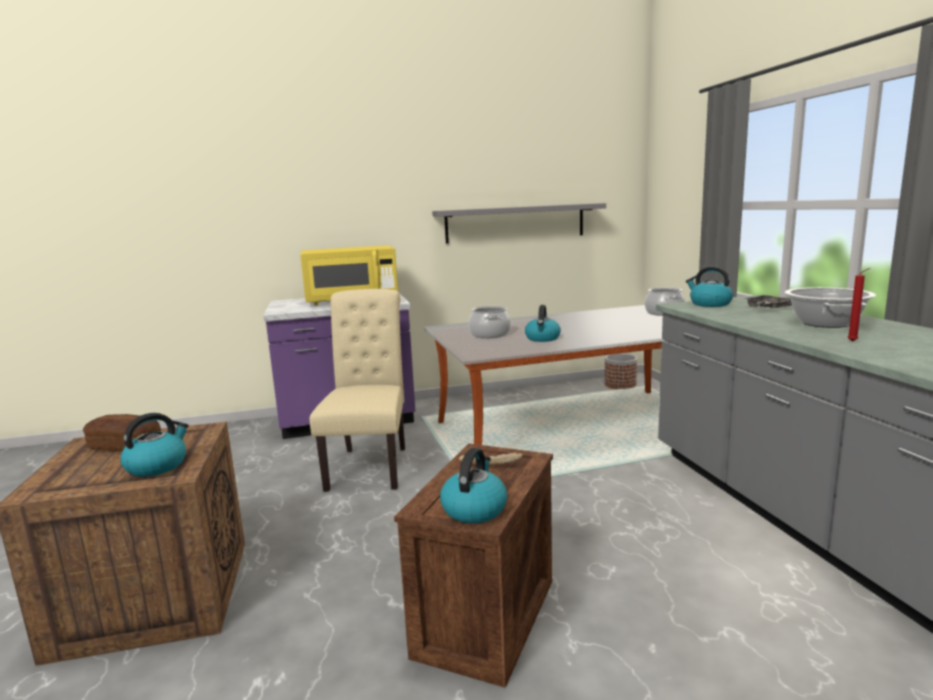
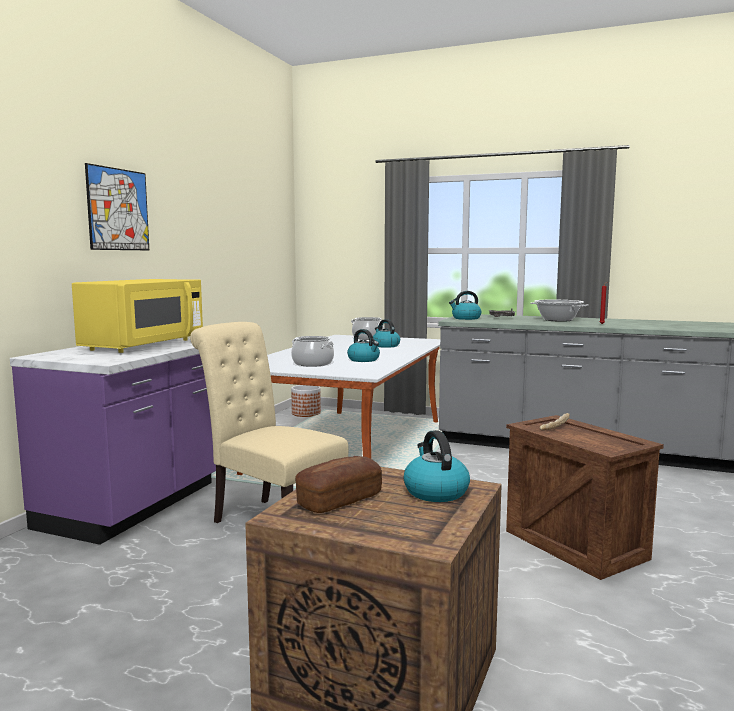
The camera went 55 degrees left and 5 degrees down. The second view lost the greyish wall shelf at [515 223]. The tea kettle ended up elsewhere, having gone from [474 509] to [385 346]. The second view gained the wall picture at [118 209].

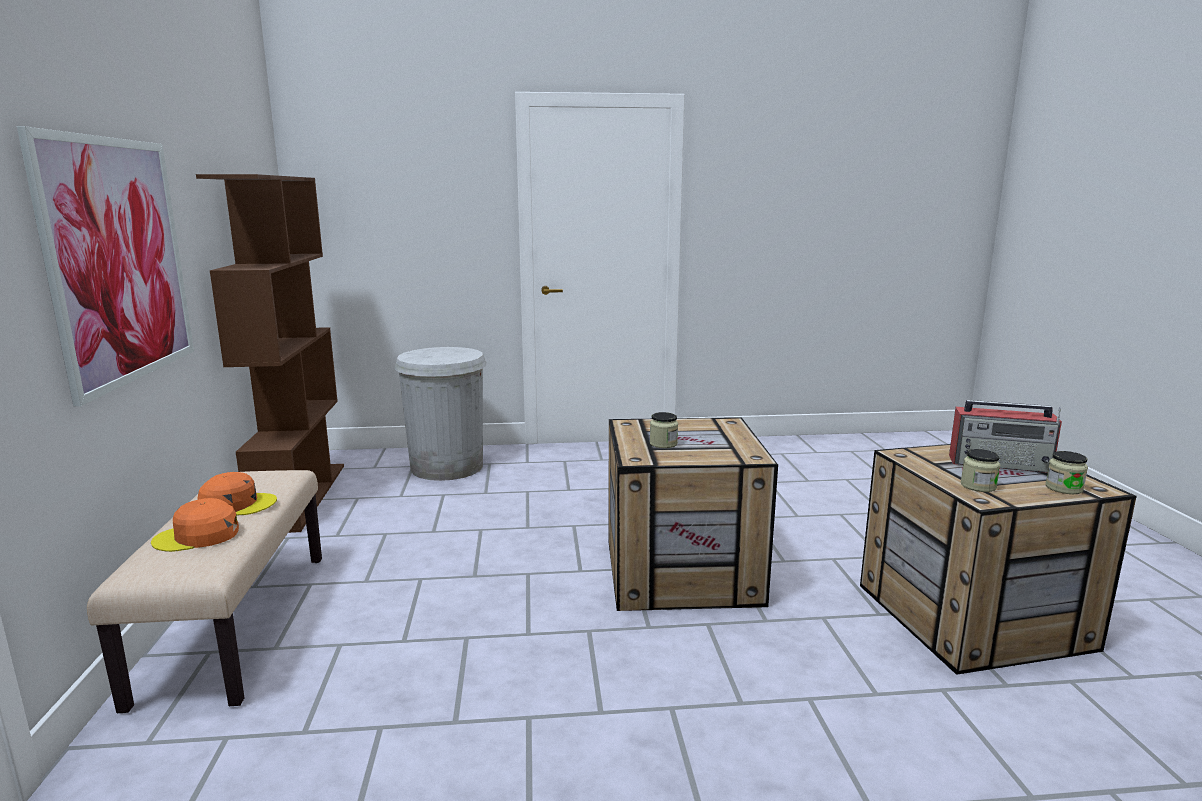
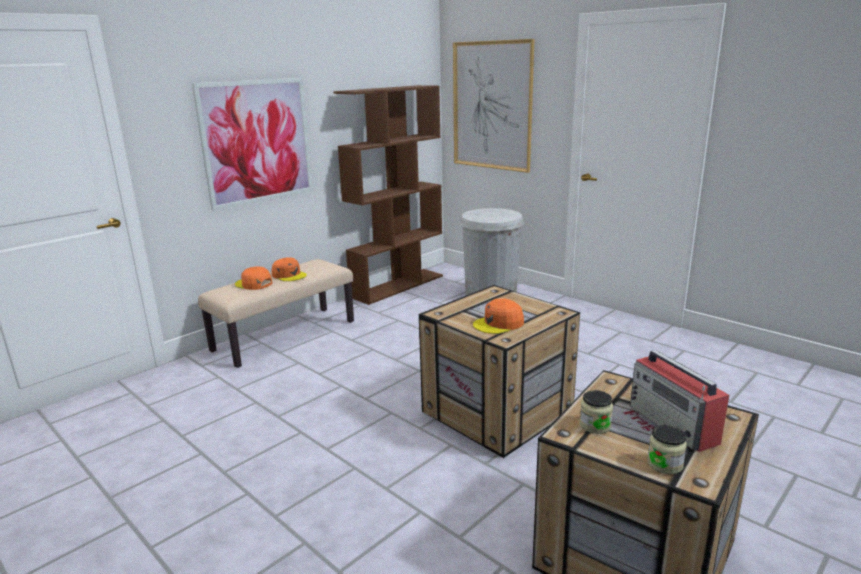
The camera went 50 degrees right and 5 degrees up. The second view lost the storage jar at [663 444]. The second view gained the wall picture at [492 106]. The second view gained the orange-coloured cap at [499 324].

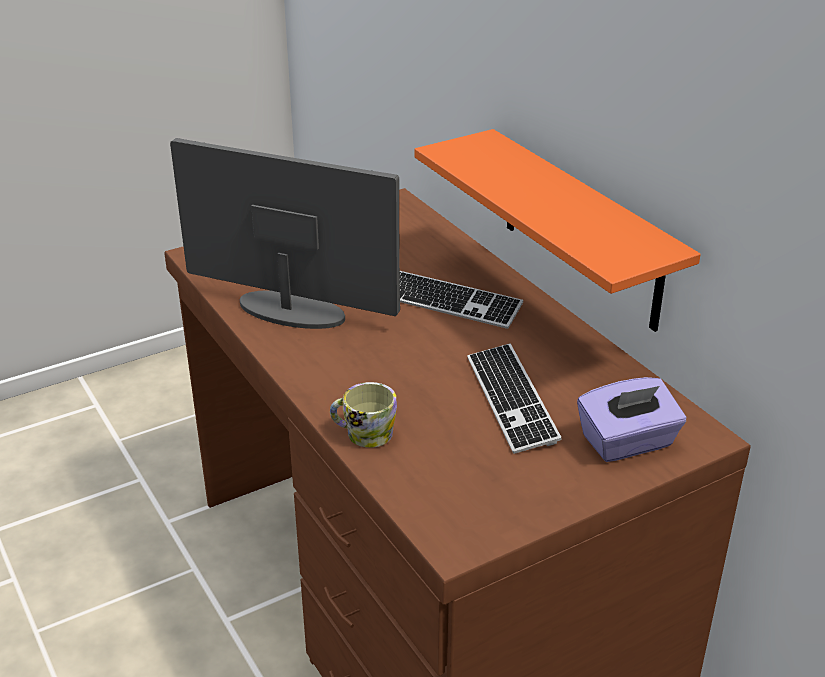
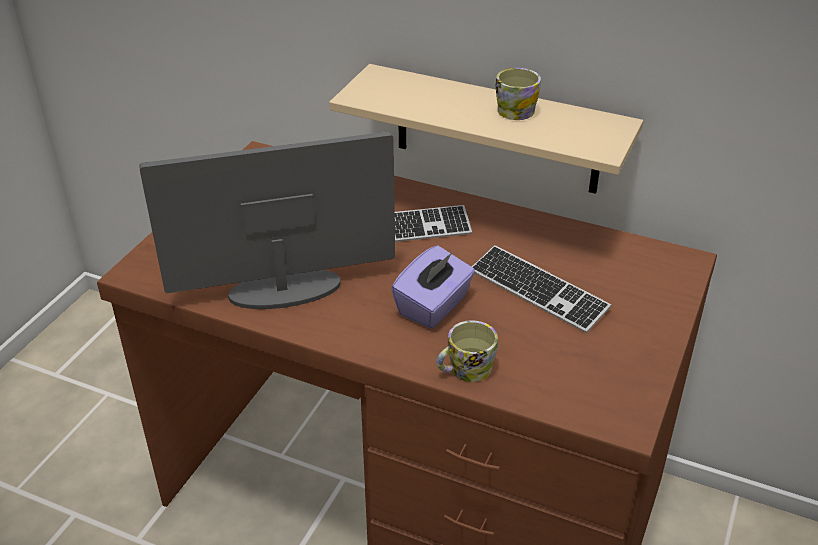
The camera went 35 degrees left and 5 degrees up. What was the orange-coloured wall shelf at [582 230] turned into the beige-coloured wall shelf at [497 130]. The purple-coloured tissue box ended up elsewhere, having gone from [627 443] to [434 306]. The second view gained the coffee mug at [512 109].

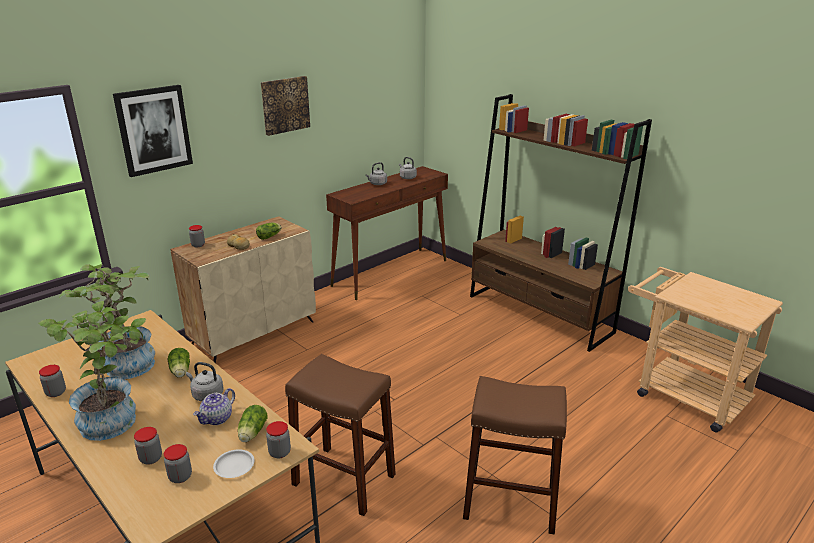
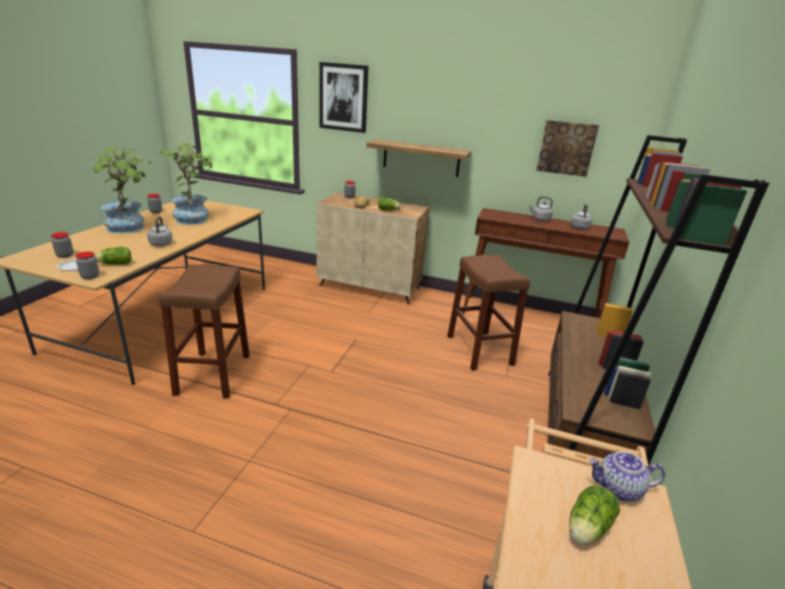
The camera went 60 degrees right and 0 degrees up. The wall picture ended up elsewhere, having gone from [285 105] to [566 148]. The lettuce head ended up elsewhere, having gone from [180 372] to [586 528]. The brownish sitting stool ended up elsewhere, having gone from [510 502] to [479 350]. The pot for tea ended up elsewhere, having gone from [217 419] to [618 489]. The second view lost the storage jar at [151 458]. The second view gained the wall shelf at [421 158].

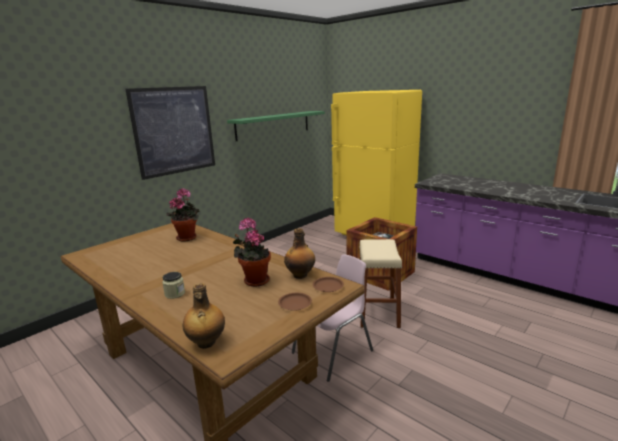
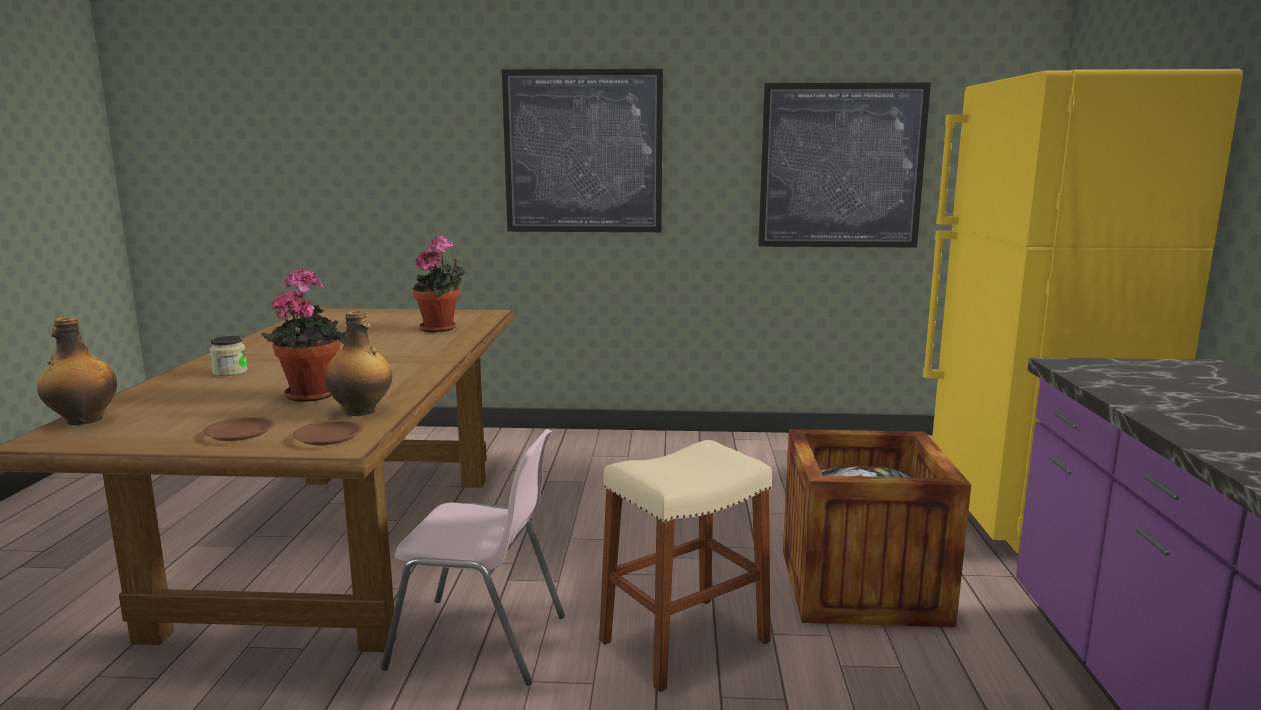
The camera went 50 degrees right and 5 degrees down. Where the greenish wall shelf hung at [273 125], the wall picture came to hang at [841 166].

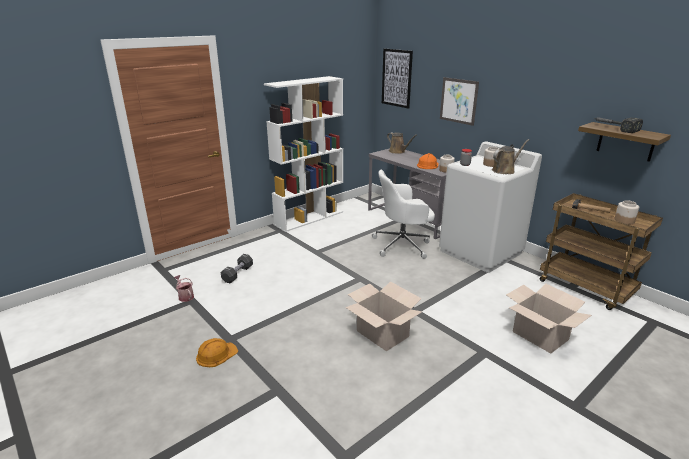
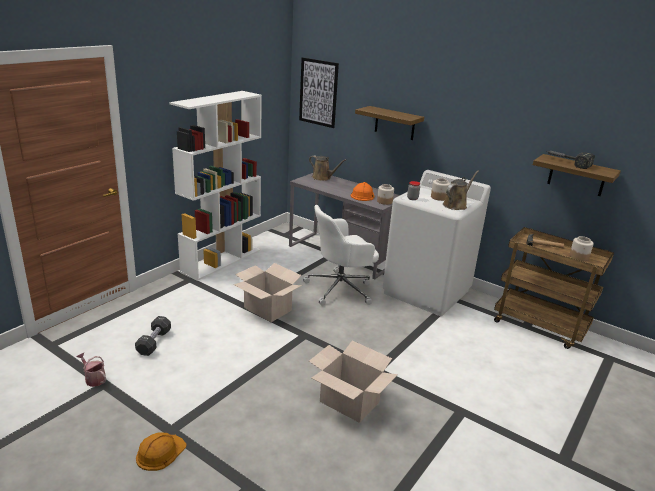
The camera went 15 degrees left and 0 degrees up. Where the wall picture hung at [458 101], the wall shelf came to hang at [394 123]. The packing box ended up elsewhere, having gone from [540 335] to [268 309].

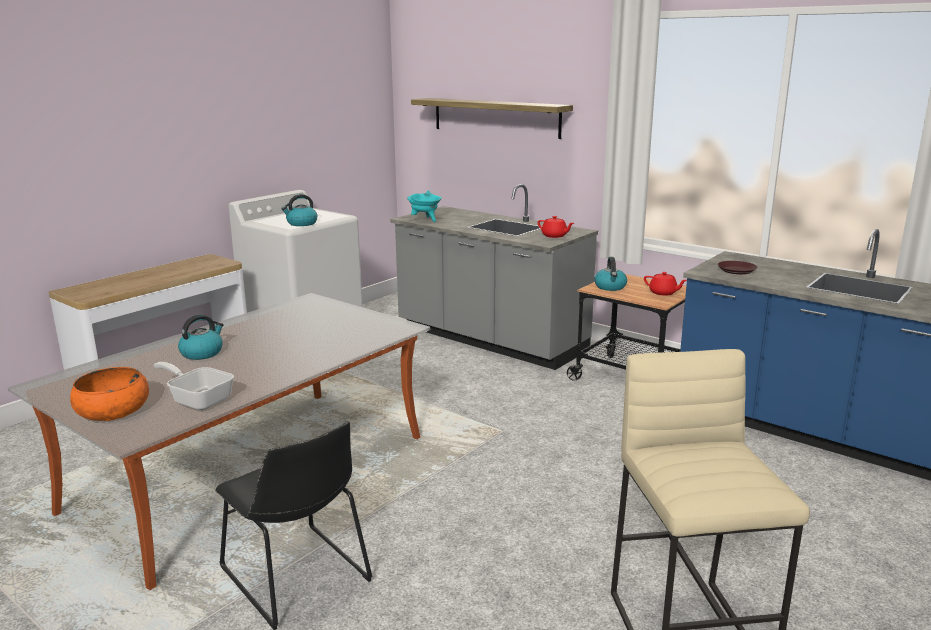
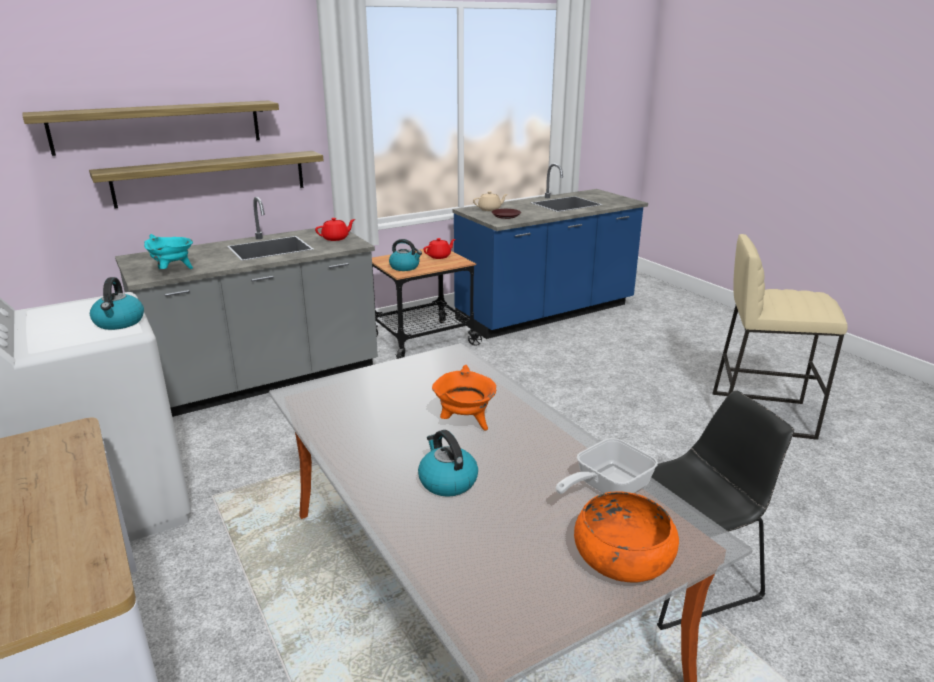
The camera went 70 degrees left and 5 degrees up. The second view gained the wall shelf at [211 178]. The second view gained the beige-coloured pot for tea at [490 209]. The second view gained the orange-coloured cooking pot at [465 423].

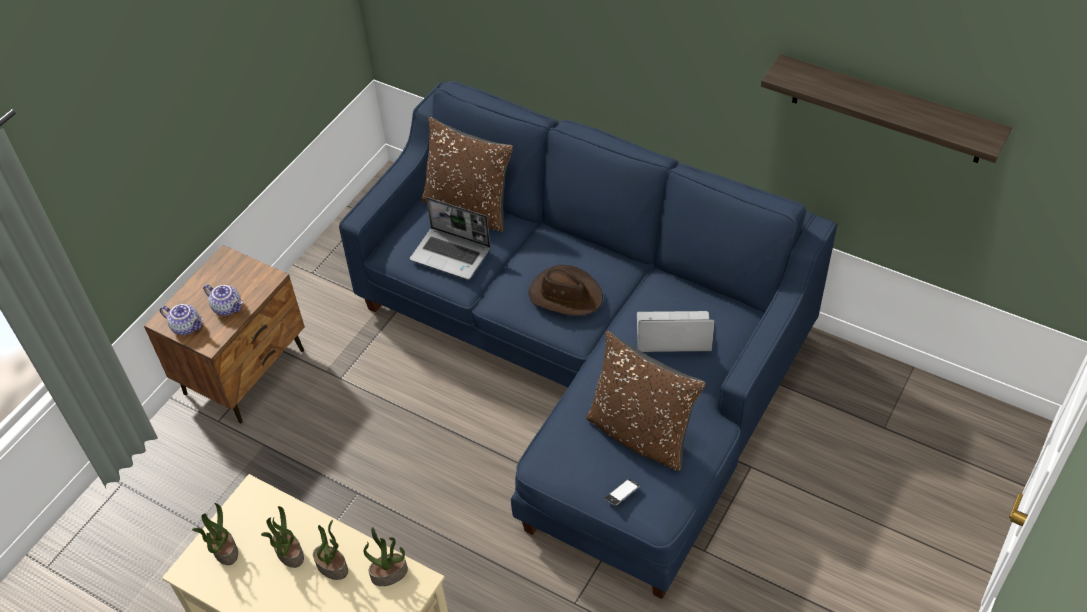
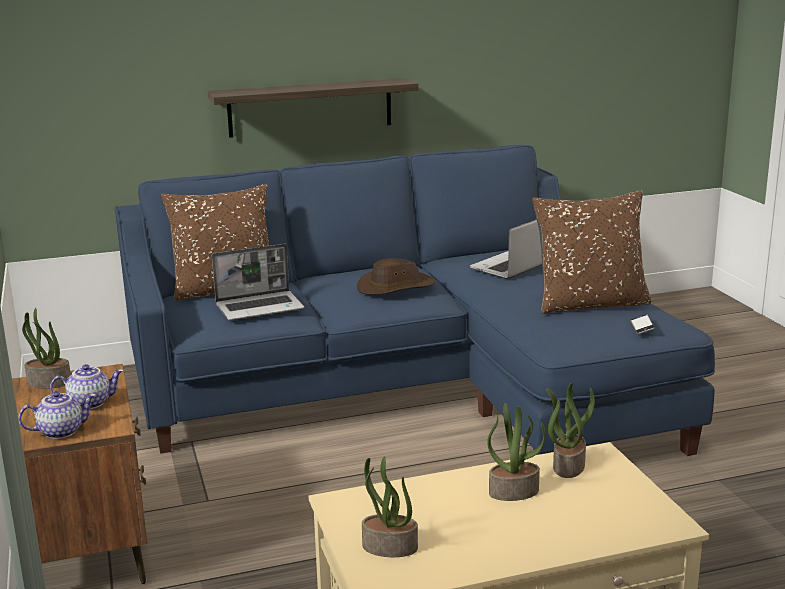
The camera went 50 degrees left and 30 degrees down. The wall shelf ended up elsewhere, having gone from [887 110] to [310 107]. The plant in a pot ended up elsewhere, having gone from [289 553] to [48 383].

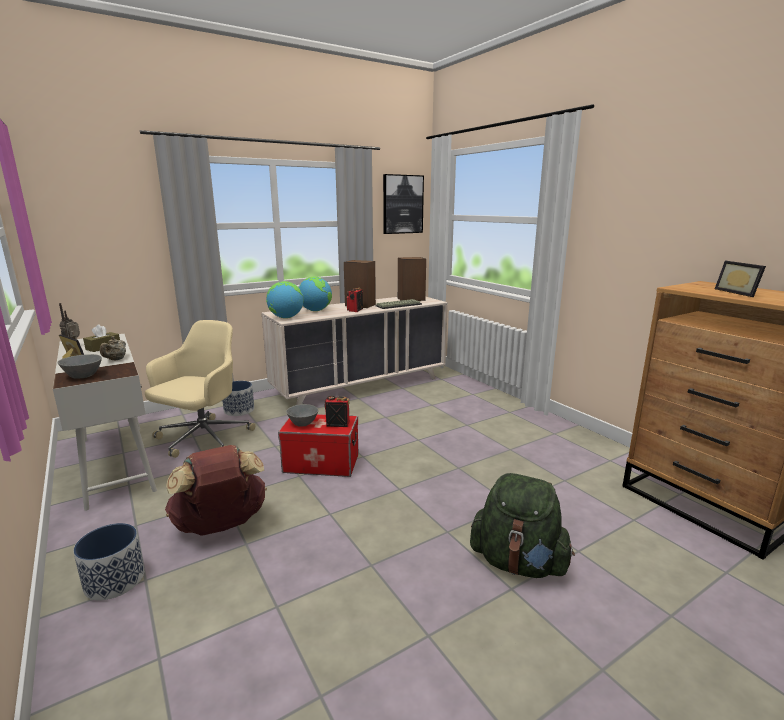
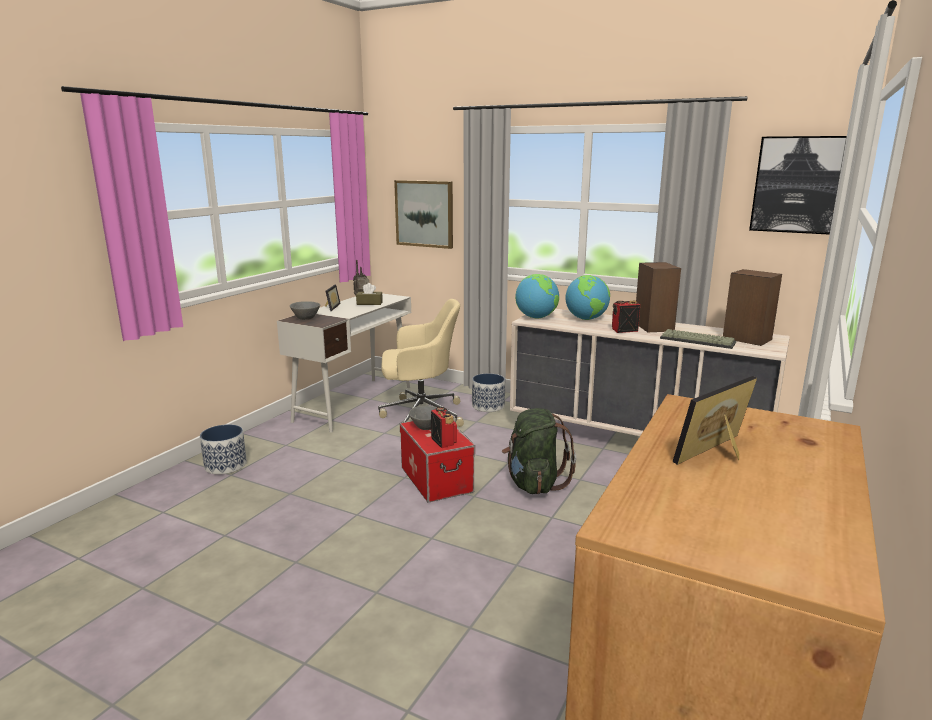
The camera went 60 degrees right and 0 degrees up. The second view lost the beige-coloured pot for tea at [116 360]. The second view lost the brownish backpack at [221 526]. The greenish backpack ended up elsewhere, having gone from [518 563] to [534 484]. The second view gained the wall picture at [424 213].

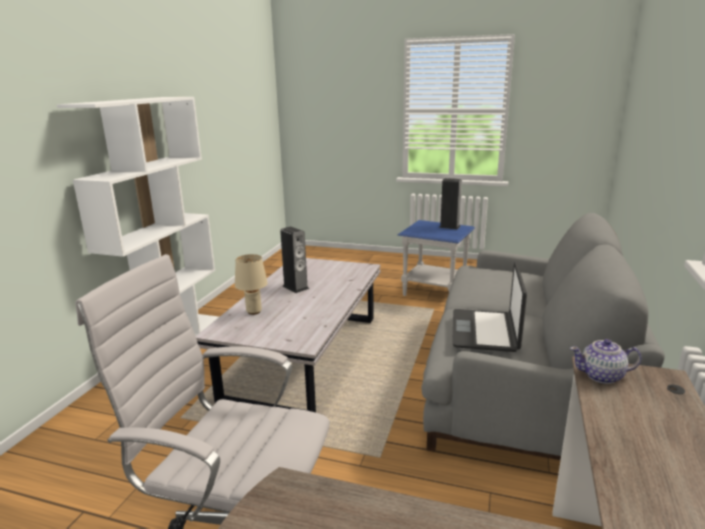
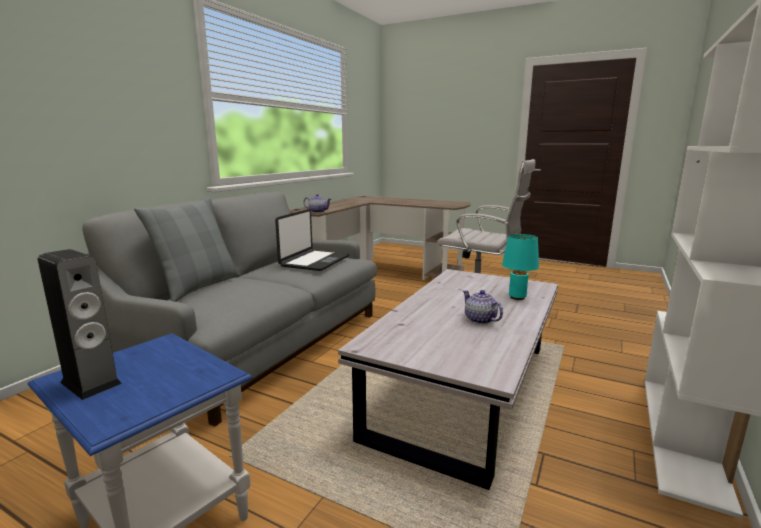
The camera went 170 degrees left and 5 degrees down. Where the speaker stood at [295 287], the pot for tea came to stand at [480 320]. What was the beige-coloured tabletop lamp at [254 311] turned into the turquoise tabletop lamp at [516 297]. The second view gained the greyish cushion at [198 287].

